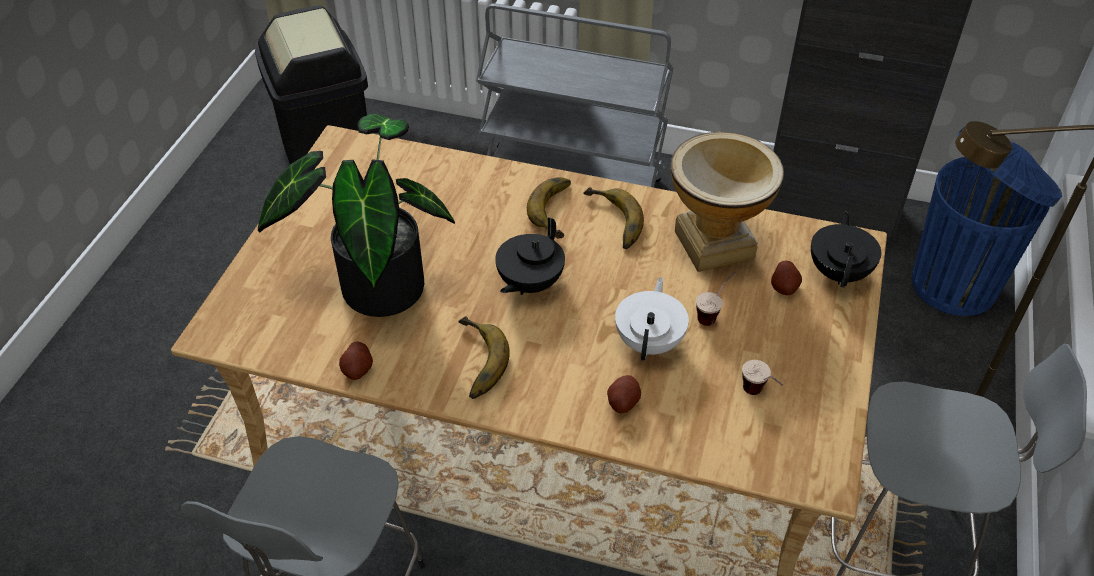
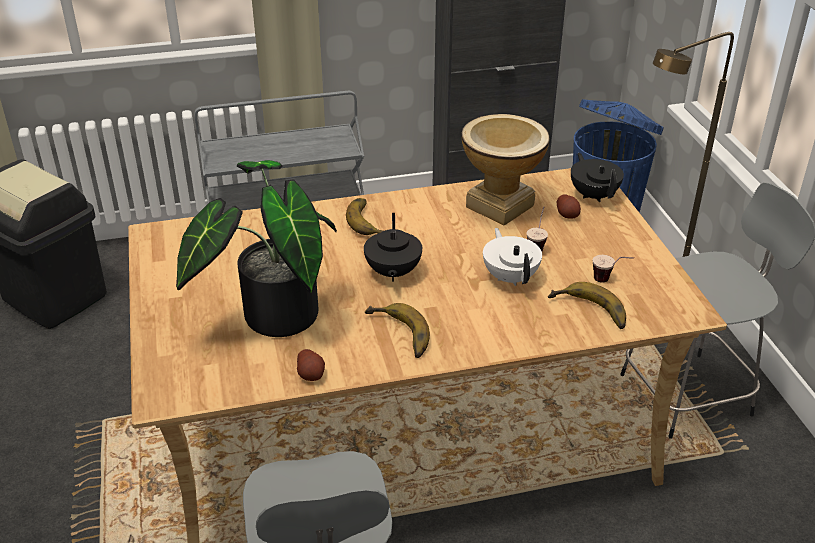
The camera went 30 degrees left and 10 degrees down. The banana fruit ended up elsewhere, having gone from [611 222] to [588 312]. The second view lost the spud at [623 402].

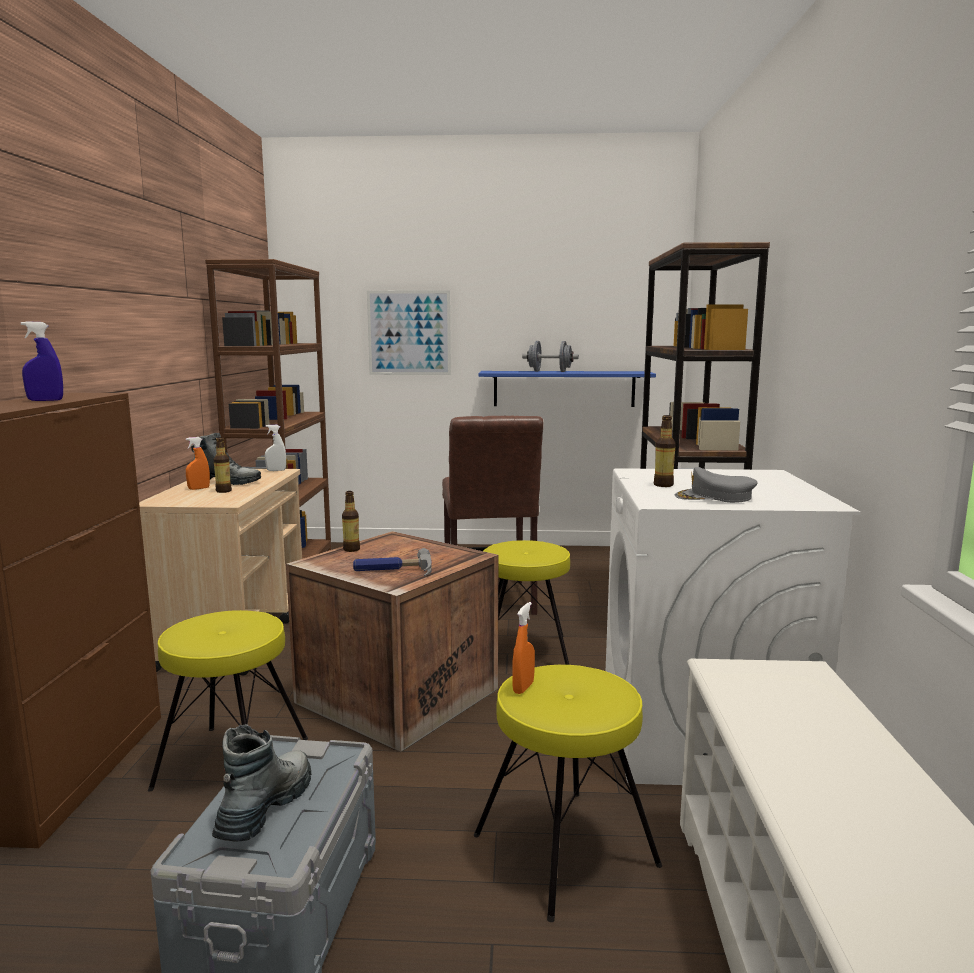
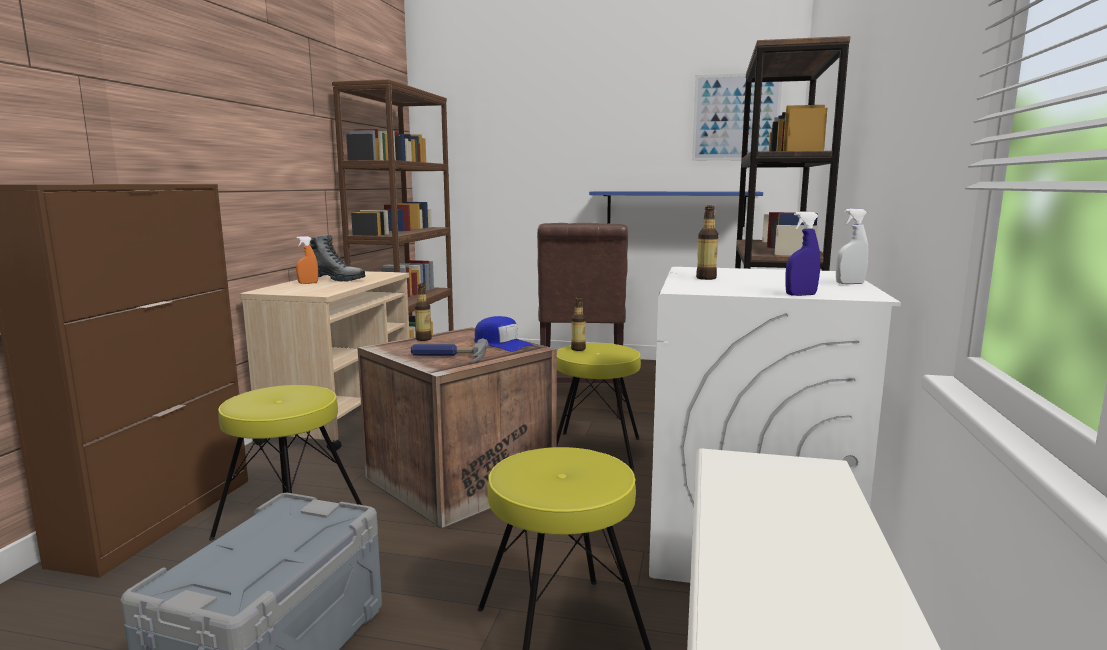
The camera went 10 degrees right and 0 degrees up. The wall picture ended up elsewhere, having gone from [409 333] to [736 117]. The bluish sprayer ended up elsewhere, having gone from [45 400] to [800 295]. The second view lost the greyish hand weight at [549 371]. The whitish sprayer ended up elsewhere, having gone from [276 470] to [849 283]. The drink bottle ended up elsewhere, having gone from [223 491] to [578 349]. The second view lost the greyish cap at [714 497]. The second view lost the orange-coloured sprayer at [523 687]. The second view lost the tall boot at [265 807]. The second view gained the bluish cap at [502 344].

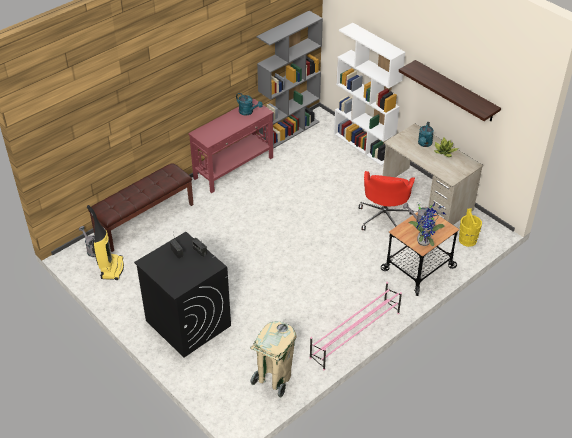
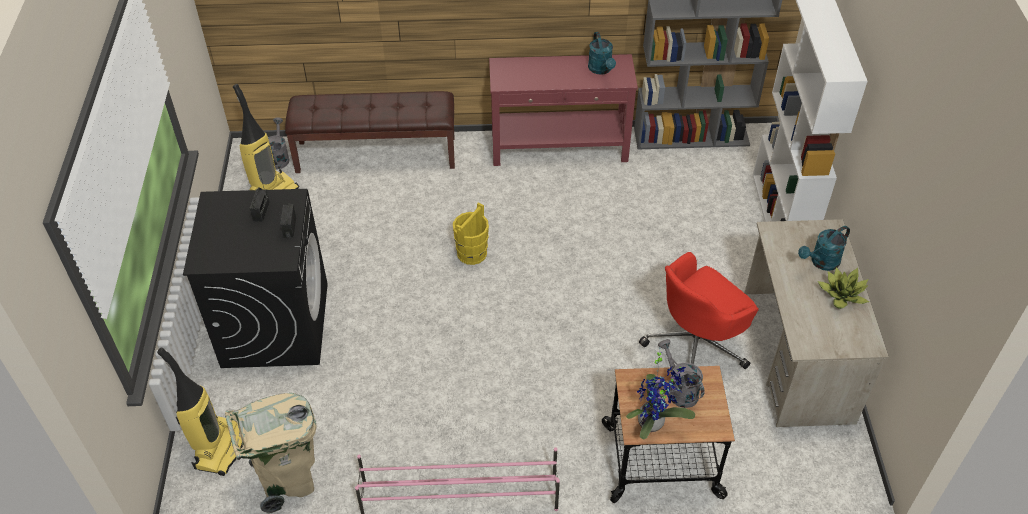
The camera went 40 degrees right and 5 degrees up. The second view lost the wall shelf at [455 91]. The yellowish water bucket ended up elsewhere, having gone from [467 240] to [472 253]. The second view gained the hoover at [219 447].

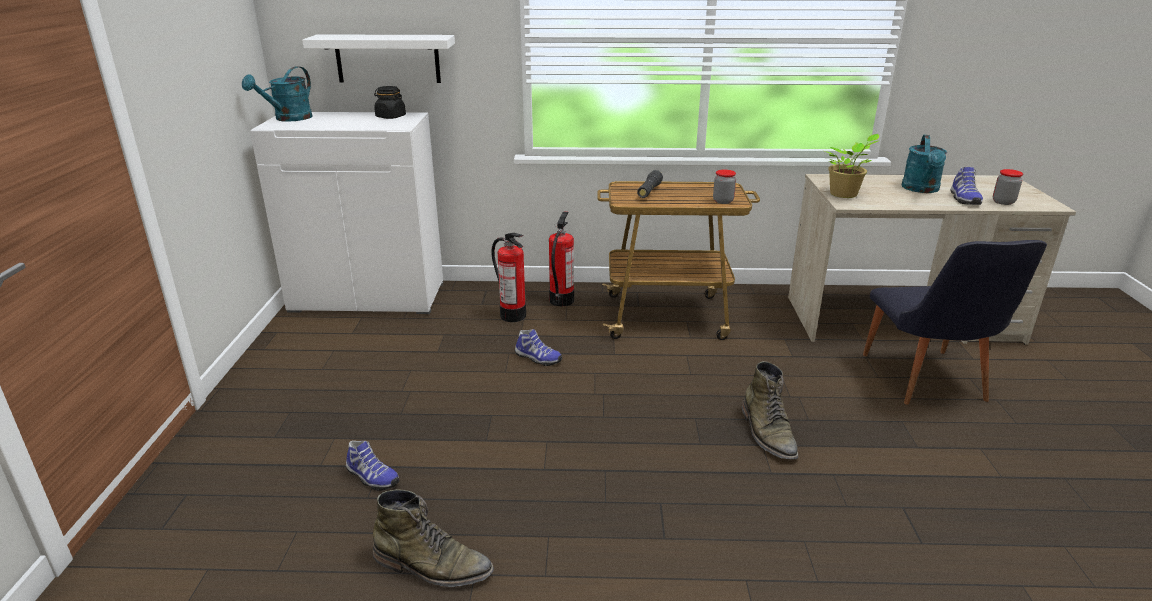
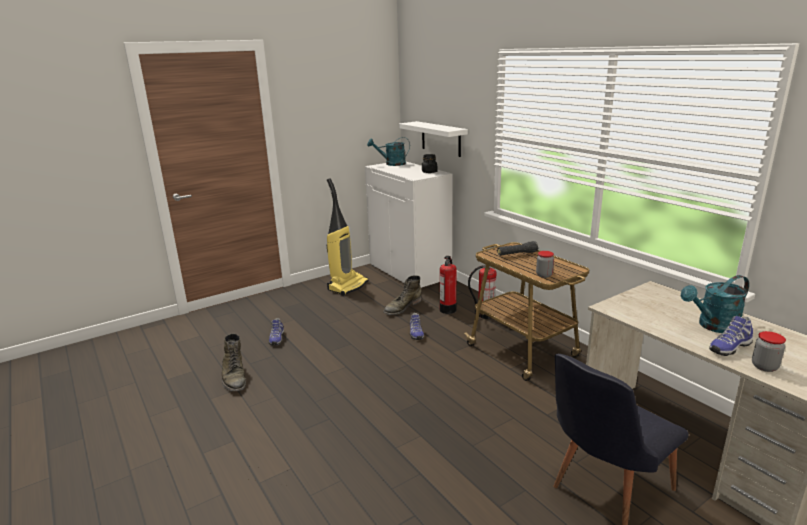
The camera went 55 degrees right and 5 degrees down. The second view lost the plant in a pot at [845 195]. The greenish tall boot ended up elsewhere, having gone from [767 433] to [402 307]. The second view gained the hoover at [347 286].

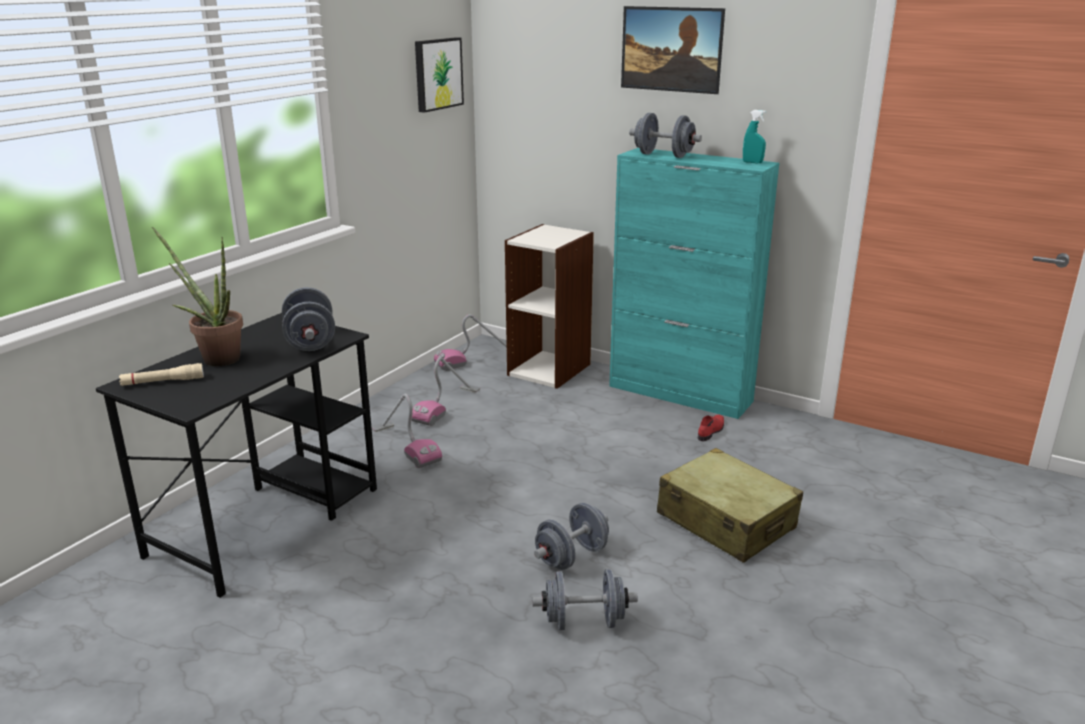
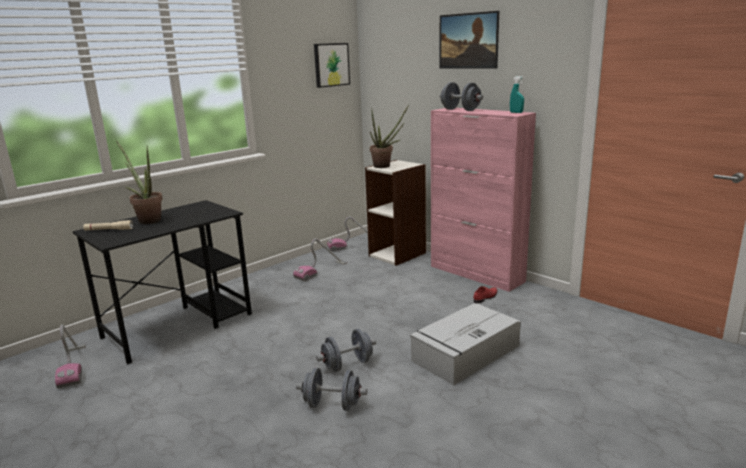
The camera went 15 degrees right and 5 degrees down. What was the turquoise storage cabinet at [680 394] turned into the pink-coloured storage cabinet at [476 274]. The second view lost the greyish hand weight at [310 341]. The hoover ended up elsewhere, having gone from [405 445] to [73 365]. Where the beige-coloured travel case stood at [726 521], the greyish storage box came to stand at [464 354]. The second view gained the plant in a pot at [385 166].

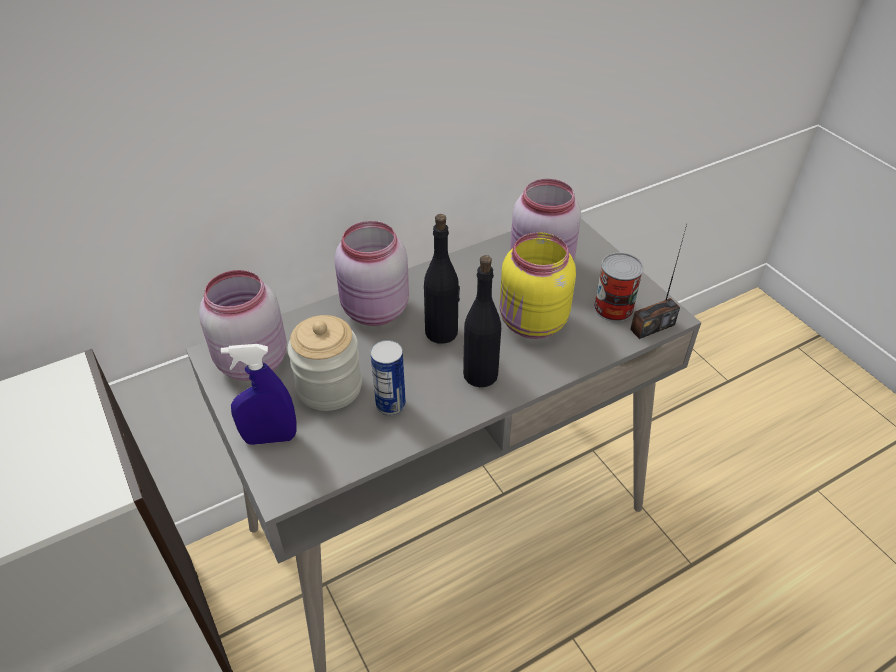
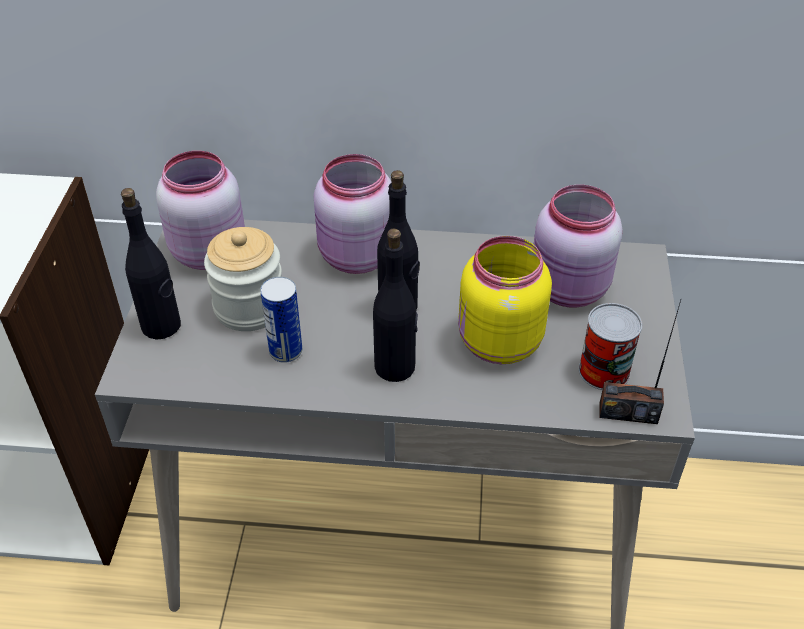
The camera went 35 degrees right and 0 degrees up. Where the bluish sprayer stood at [270 438], the blackish drink bottle came to stand at [161 326].

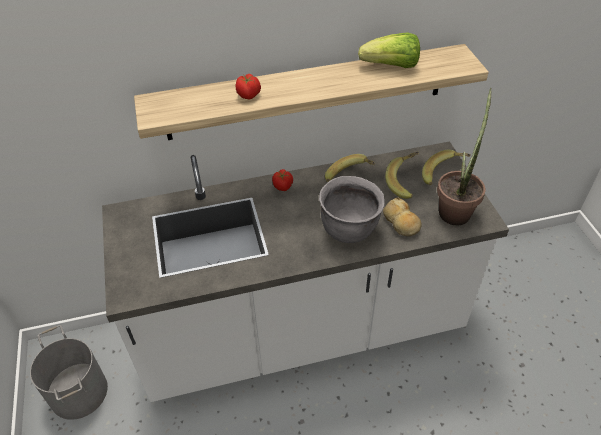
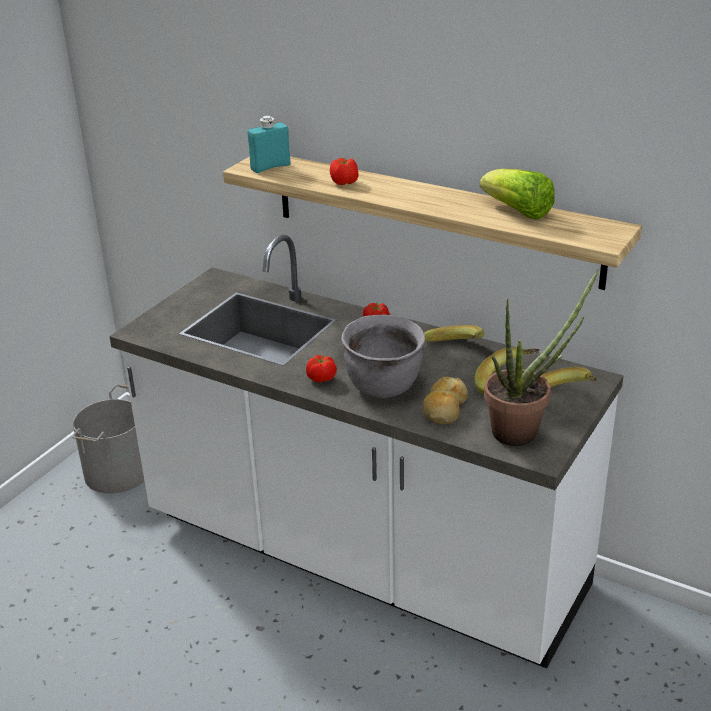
The camera went 45 degrees right and 15 degrees down. The second view gained the turquoise drink bottle at [270 167]. The second view gained the fresh tomato at [321 379].

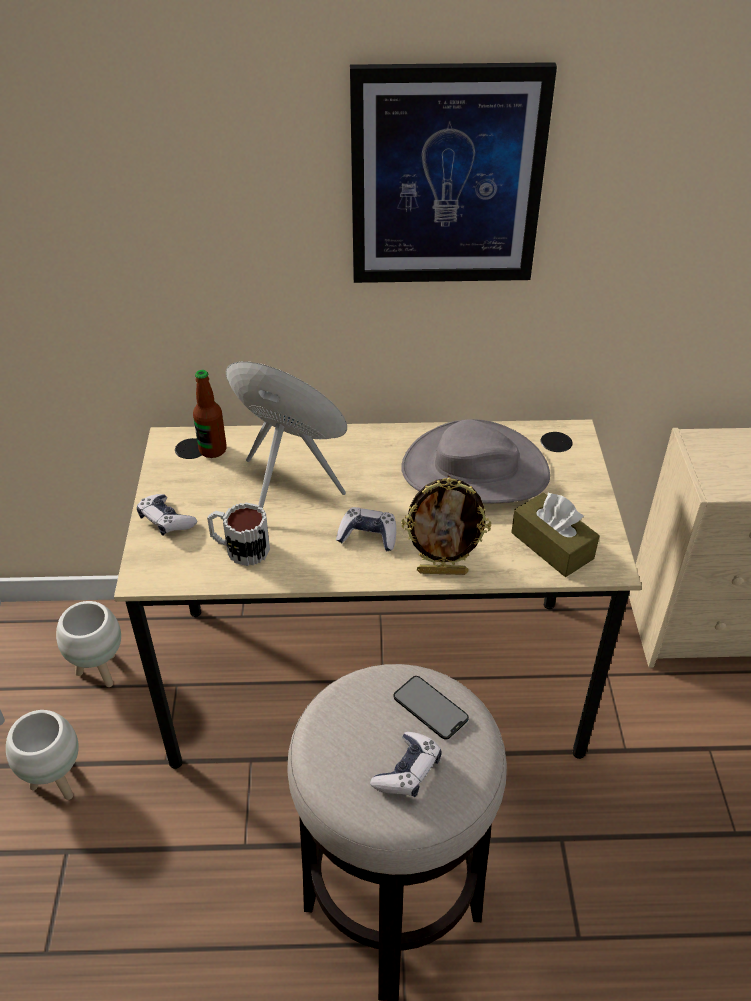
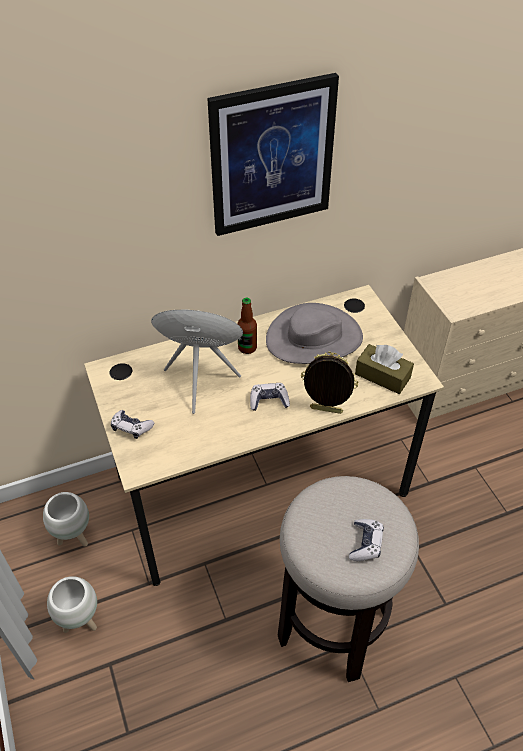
The camera went 20 degrees left and 5 degrees up. The drink bottle ended up elsewhere, having gone from [213 450] to [247 348]. The photo frame at [442 571] ended up facing another way, 150 degrees counterclockwise from before. The second view lost the coffee mug at [239 548]. The second view lost the phone at [430 707].

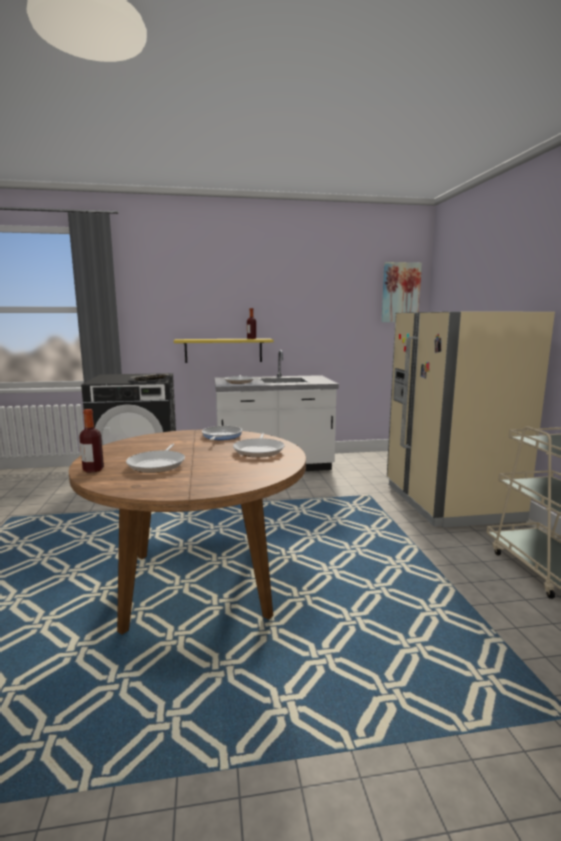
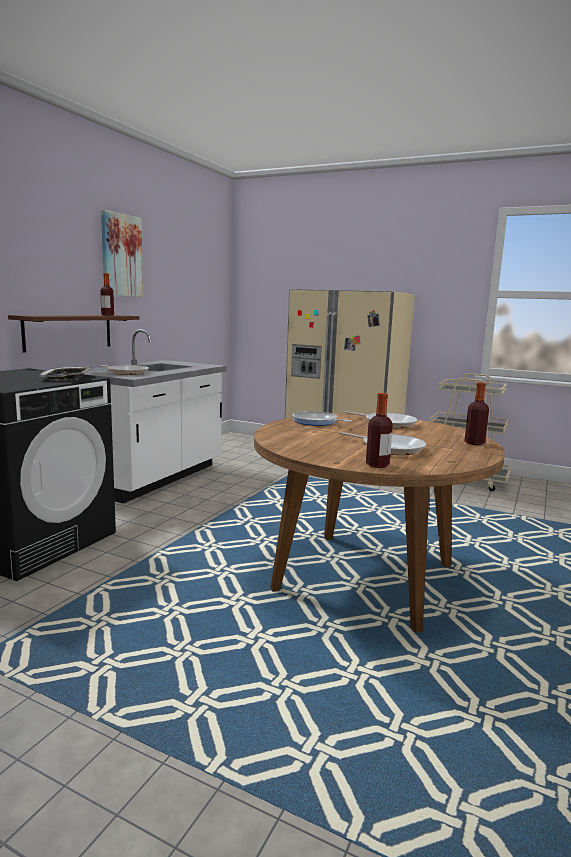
The camera went 55 degrees left and 0 degrees up. The wall picture ended up elsewhere, having gone from [400 292] to [121 255]. What was the yellowish wall shelf at [223 350] turned into the brownish wall shelf at [69 332]. The second view gained the drink bottle at [474 443].

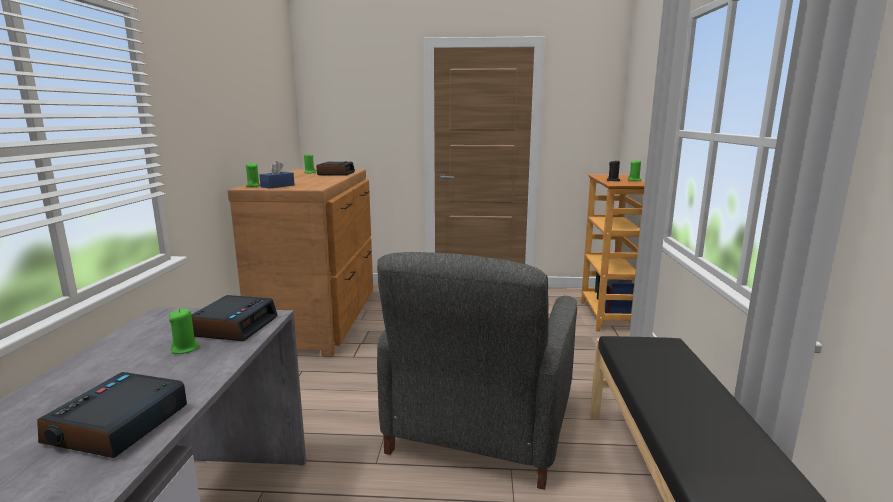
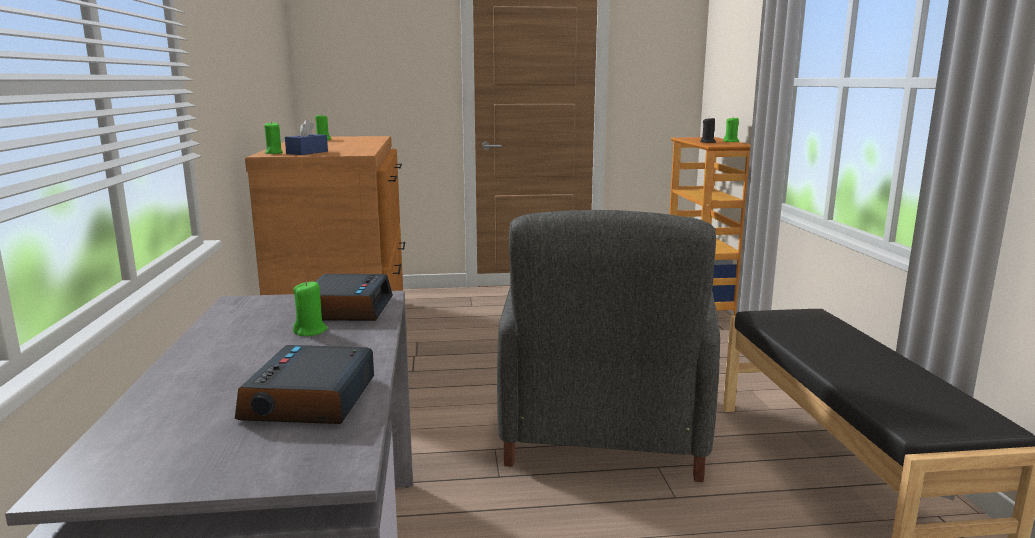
The camera went 10 degrees left and 0 degrees up. The second view lost the table clock at [336 173].

